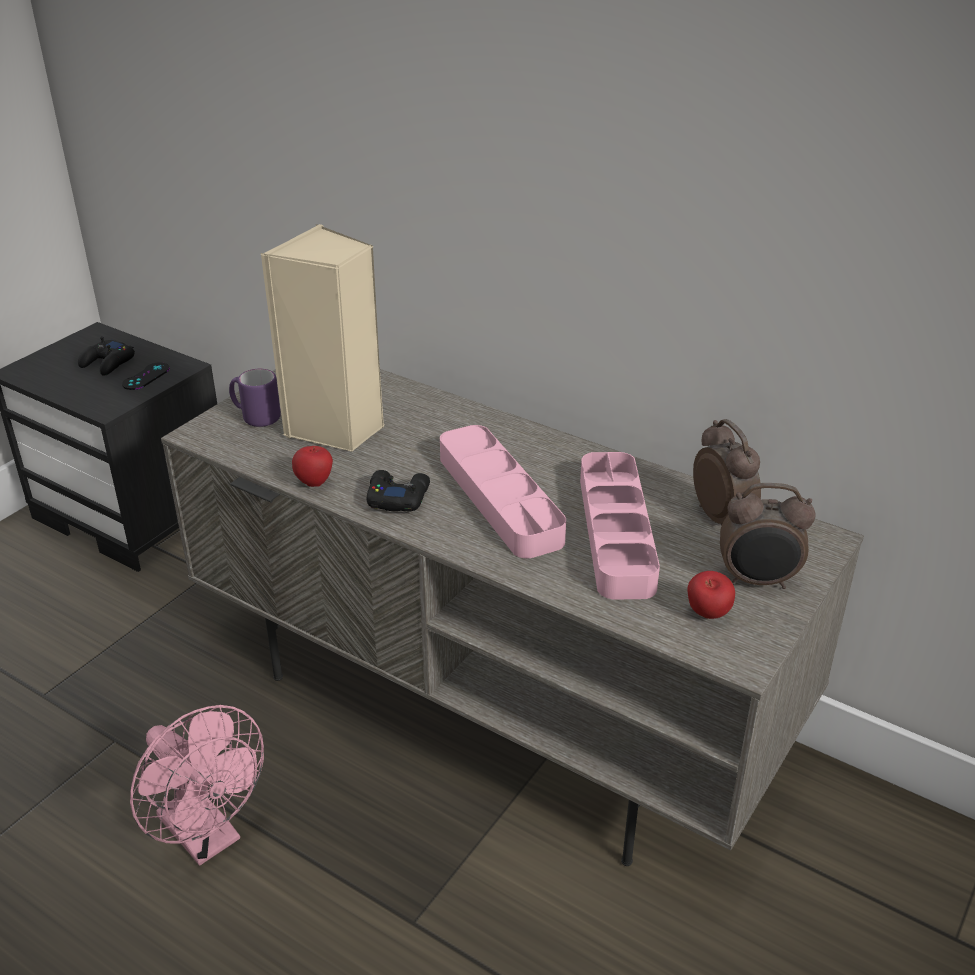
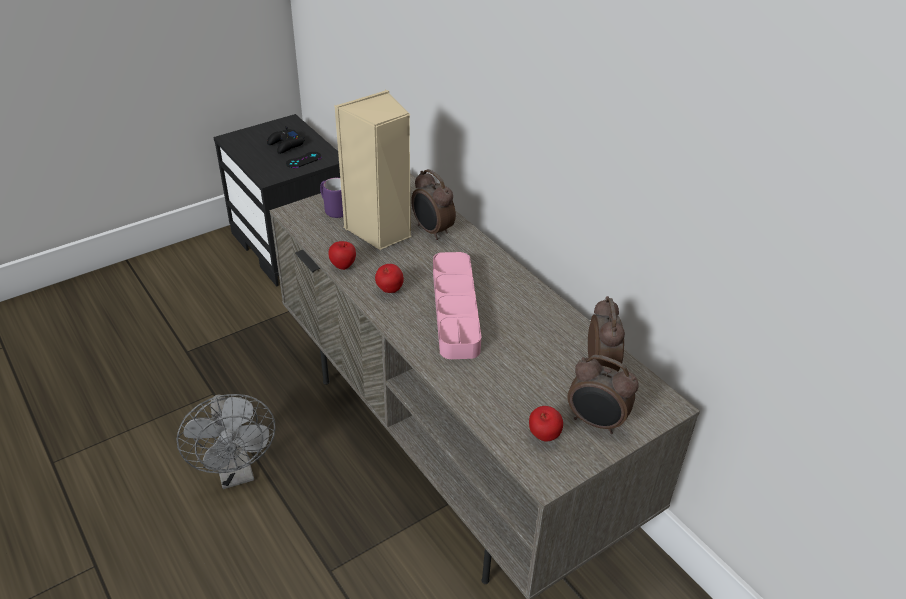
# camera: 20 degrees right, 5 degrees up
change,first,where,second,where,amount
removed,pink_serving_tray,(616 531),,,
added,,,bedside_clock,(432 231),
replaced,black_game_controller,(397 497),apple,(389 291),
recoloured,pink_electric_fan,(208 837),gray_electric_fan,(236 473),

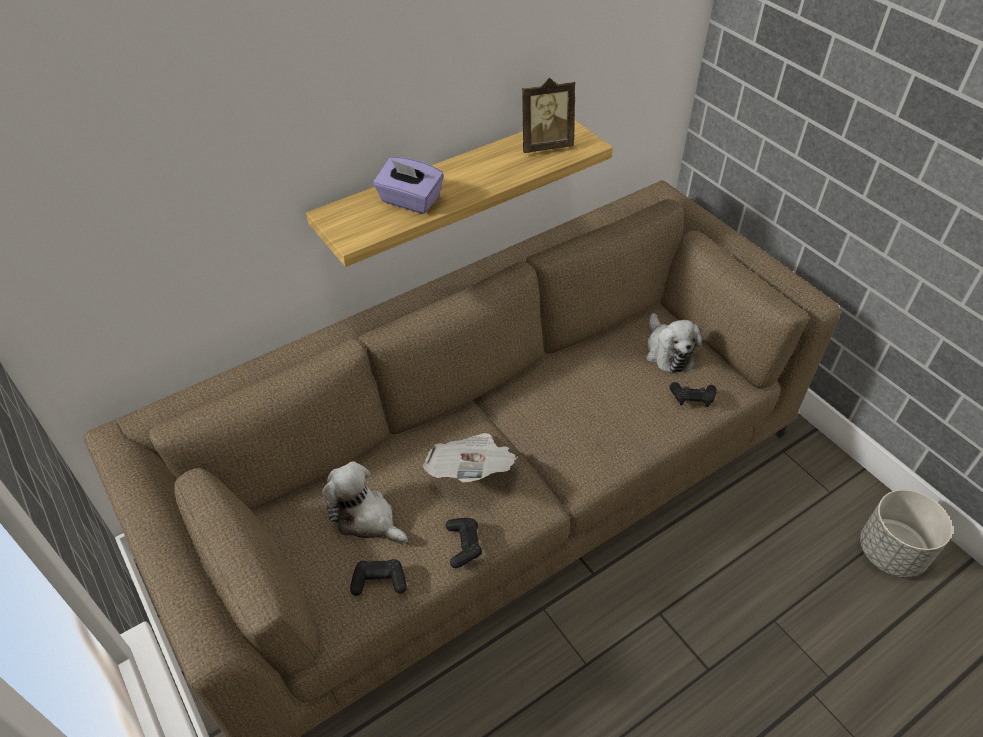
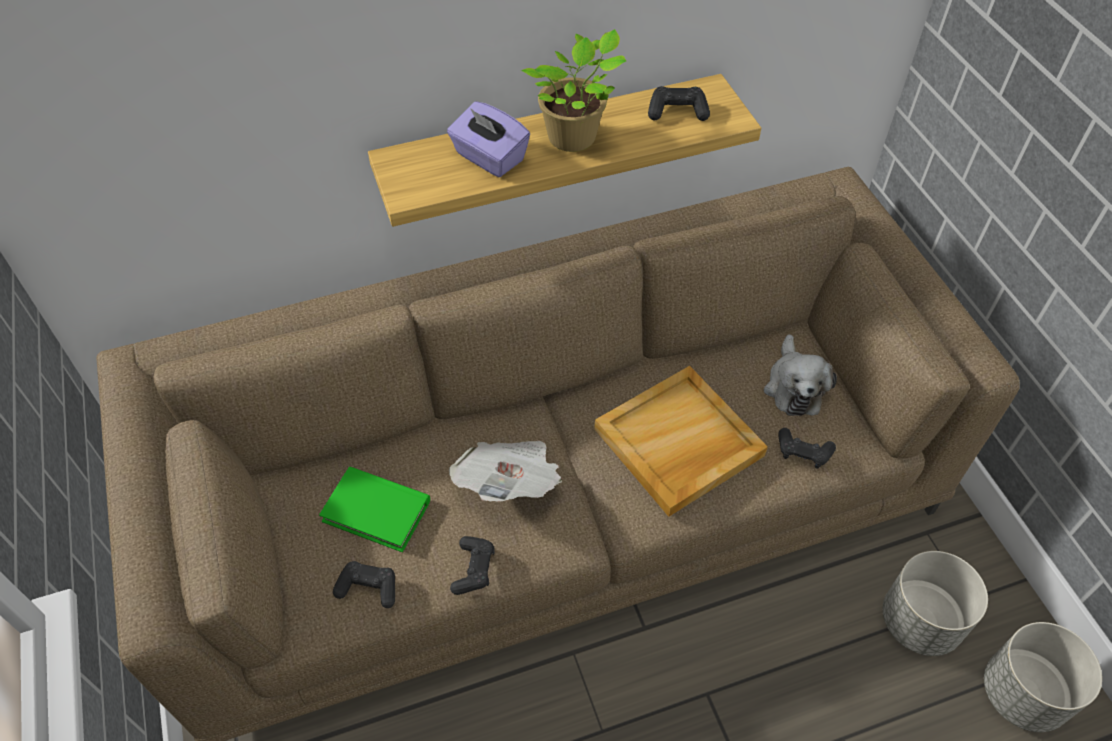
# camera: 15 degrees right, 5 degrees up
change,first,where,second,where,amount
added,,,potted_plant,(575 138),
added,,,beige_serving_tray,(678 444),
added,,,gray_planter,(920 621),
replaced,cuddly_toy,(366 518),greenish_book,(376 511),
replaced,standing_frame,(545 145),black_game_controller,(677 111),

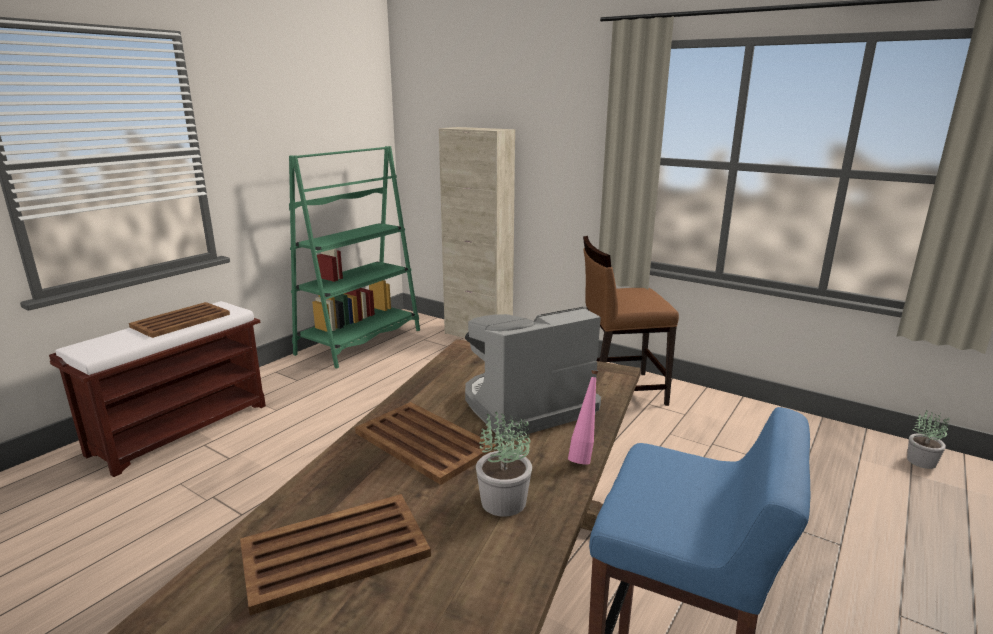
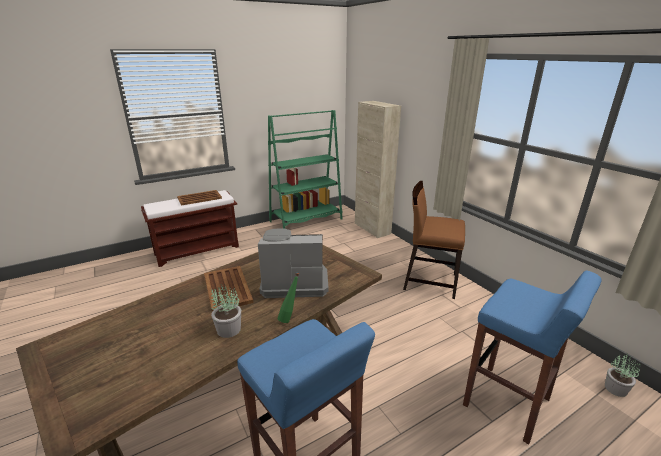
# camera: 25 degrees right, 5 degrees up
change,first,where,second,where,amount
removed,brownish_serving_tray,(333 551),,,
added,,,blue_sitting_stool,(508 403),
recoloured,pink_bottle,(583 457),greenish_bottle,(289 318),

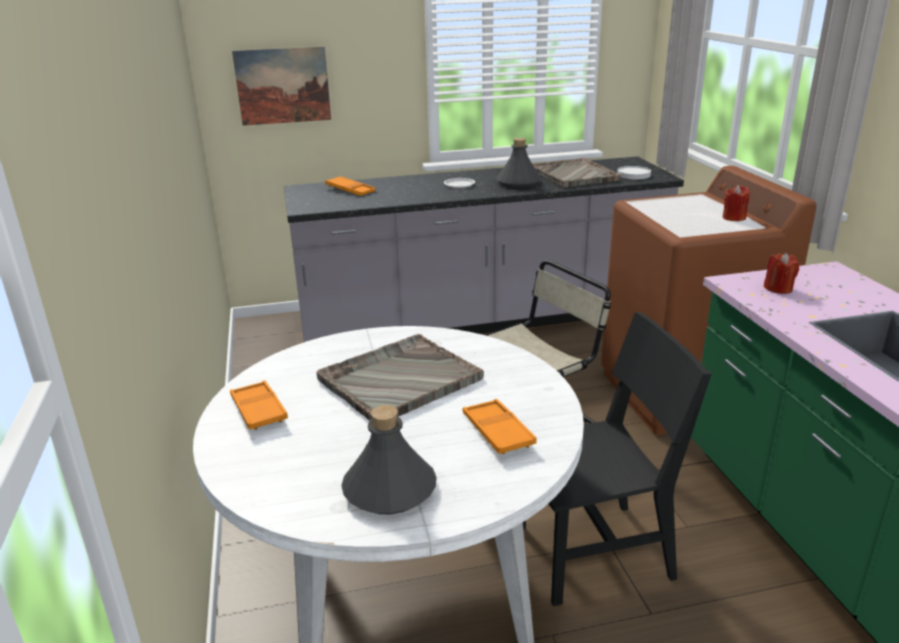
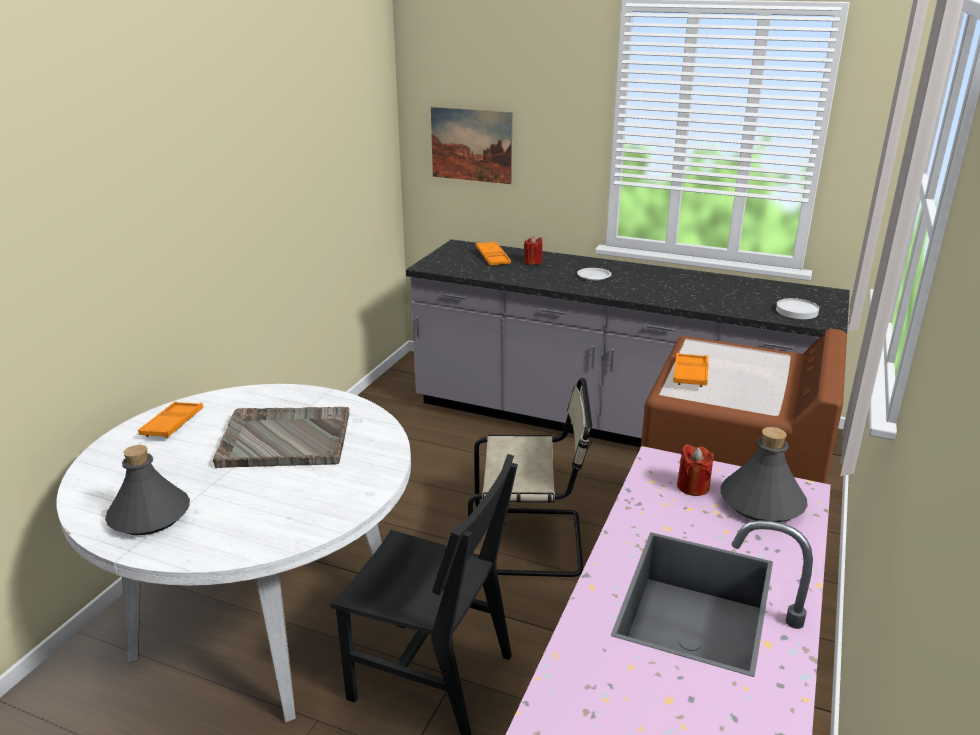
# camera: 35 degrees right, 0 degrees up
change,first,where,second,where,amount
removed,gray_serving_tray,(573 175),,,
moved,orangey_serving_tray,(497 432),,(690 374),
moved,gray_bottle,(518 183),,(761 502),
moved,red_wax_candle,(734 218),,(533 262),

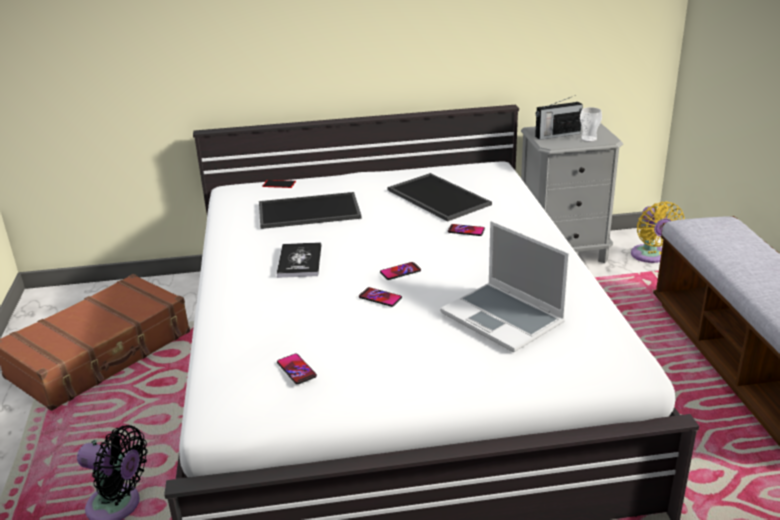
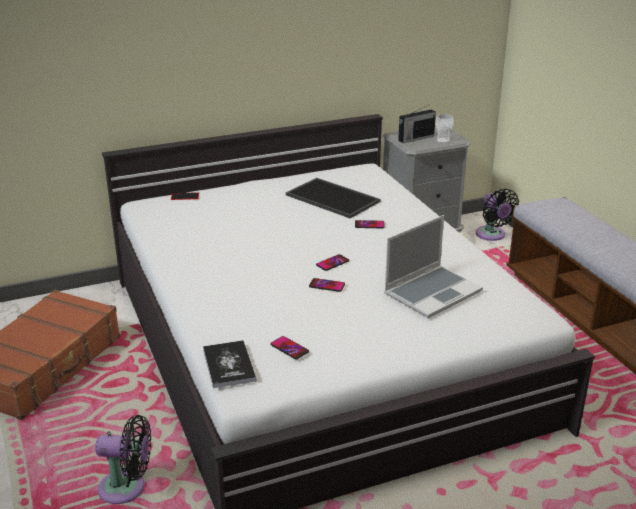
# camera: 15 degrees left, 0 degrees up
change,first,where,second,where,amount
removed,serving_tray,(308 212),,,
moved,book,(300 261),,(229 365),
recoloured,yellow_electric_fan,(650 256),black_electric_fan,(492 235),
turned,notebook_computer,(504 318),,(432 292),75 degrees counterclockwise

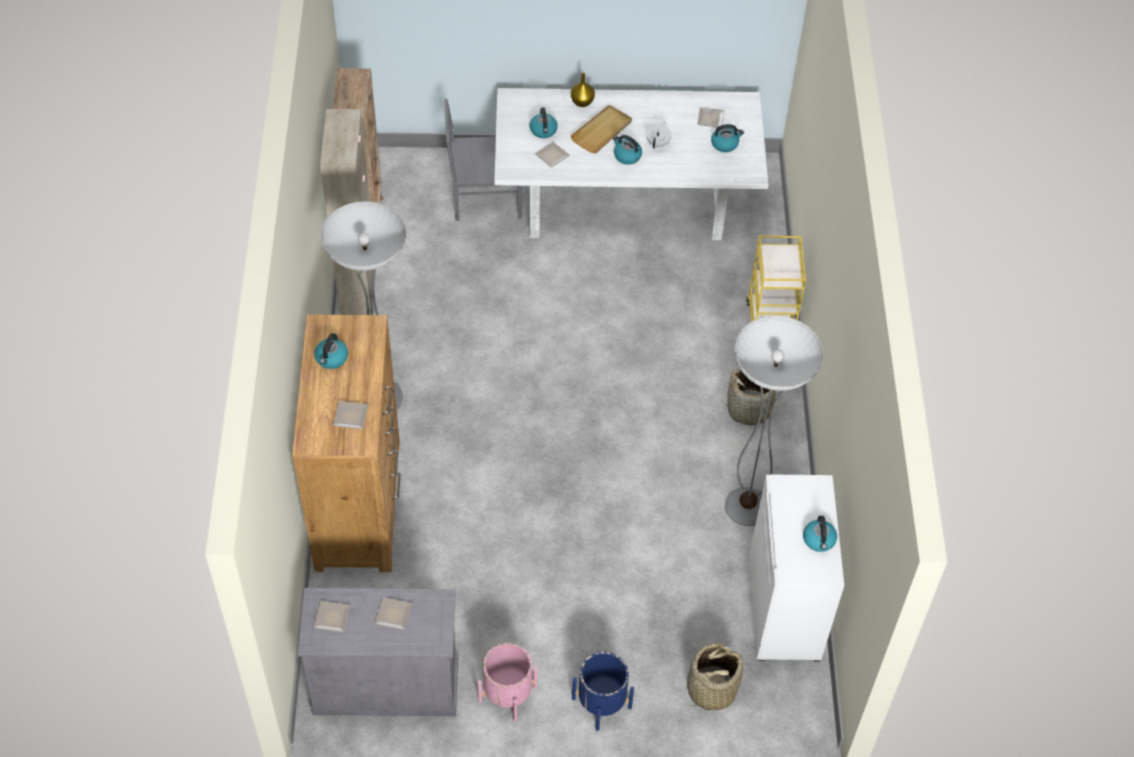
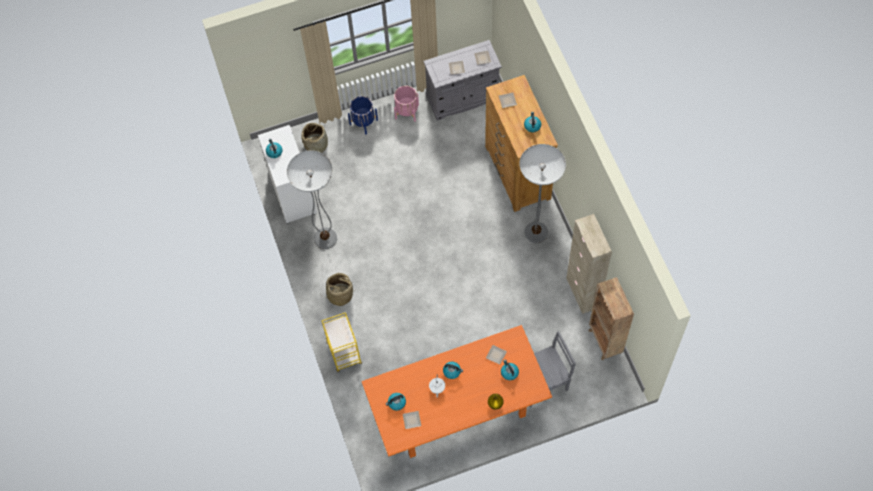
# camera: 165 degrees right, 10 degrees up
change,first,where,second,where,amount
removed,beige_serving_tray,(602 131),,,
recoloured,white-coloured_kitchen_table,(626 203),orangey_kitchen_table,(456 410),

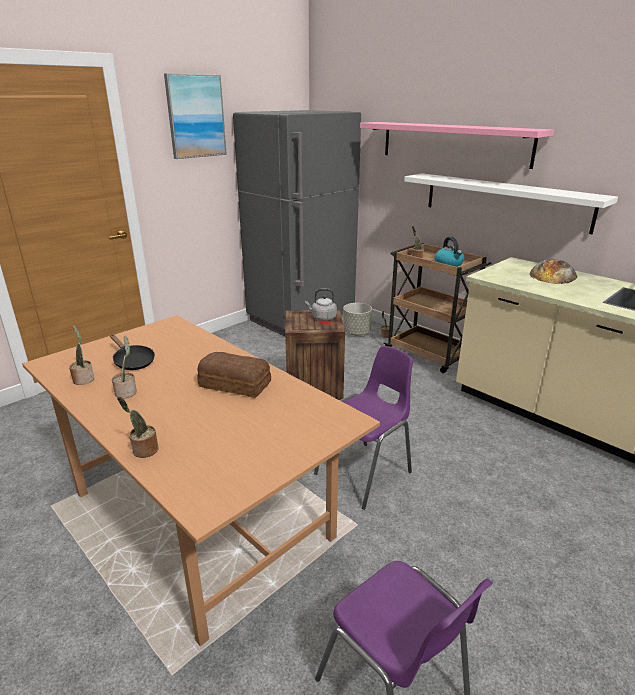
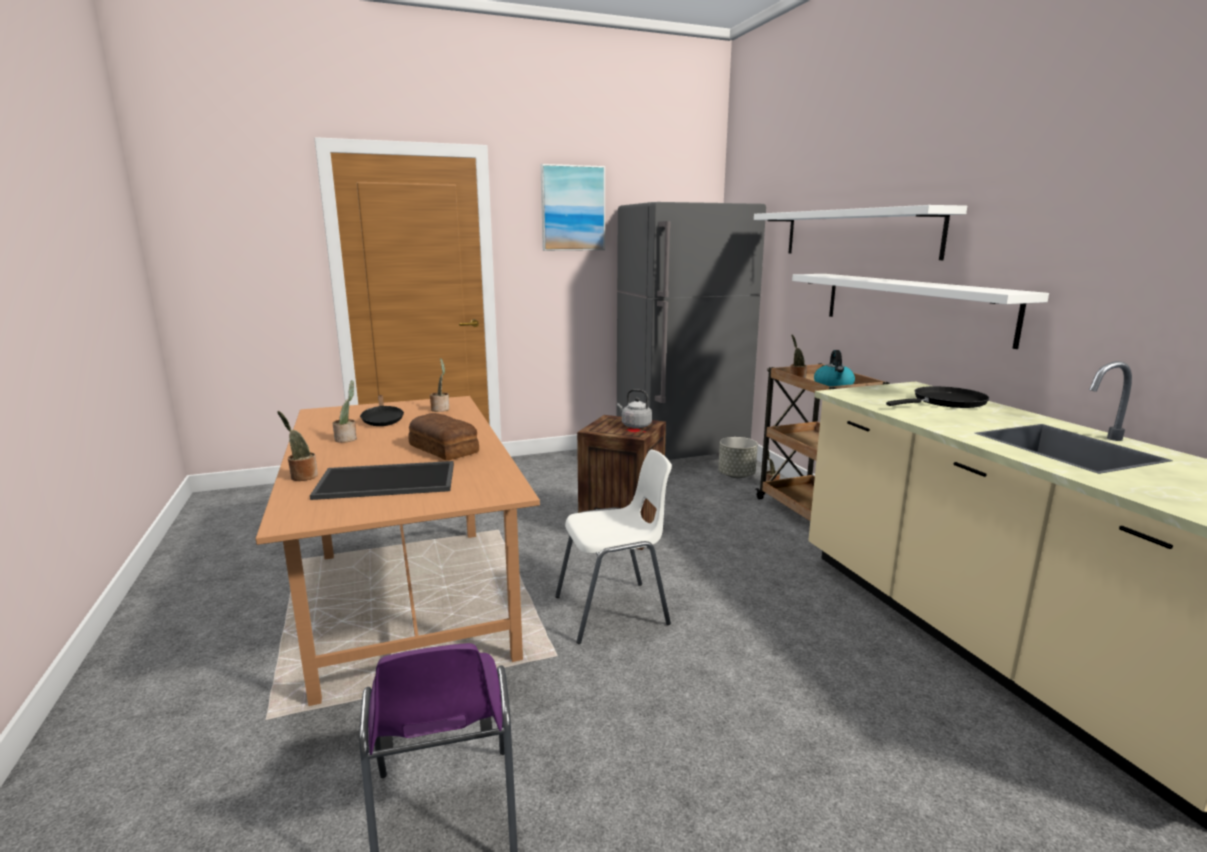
# camera: 25 degrees right, 10 degrees down
change,first,where,second,where,amount
added,,,serving_tray,(388 480),
moved,potted_plant,(84 379),,(440 409),
replaced,bakery_bread,(553 275),black_frying_pan,(945 402),
recoloured,purple_plain_chair,(366 473),white-coloured_plain_chair,(614 611),
recoloured,pink_shelf,(453 143),white-coloured_shelf,(857 233),

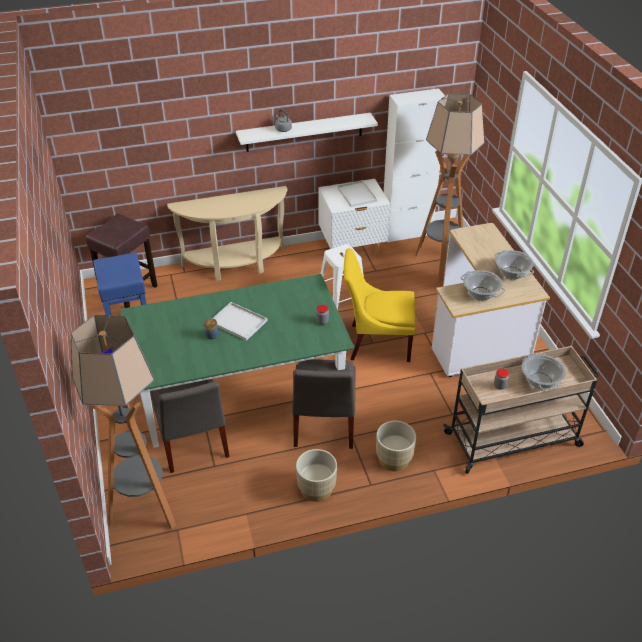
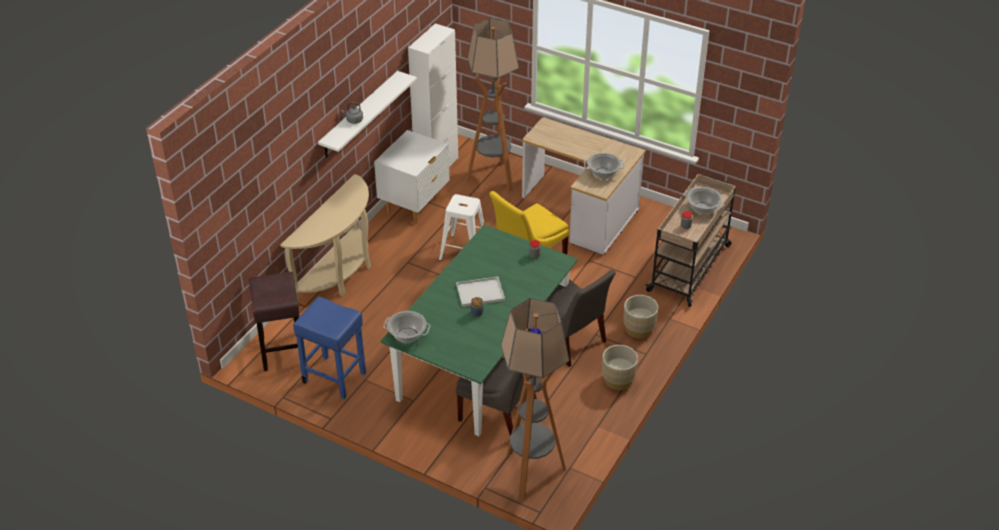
# camera: 45 degrees left, 0 degrees up
change,first,where,second,where,amount
removed,white-coloured_serving_tray,(357 195),,,
moved,saucepot,(512 273),,(407 335),

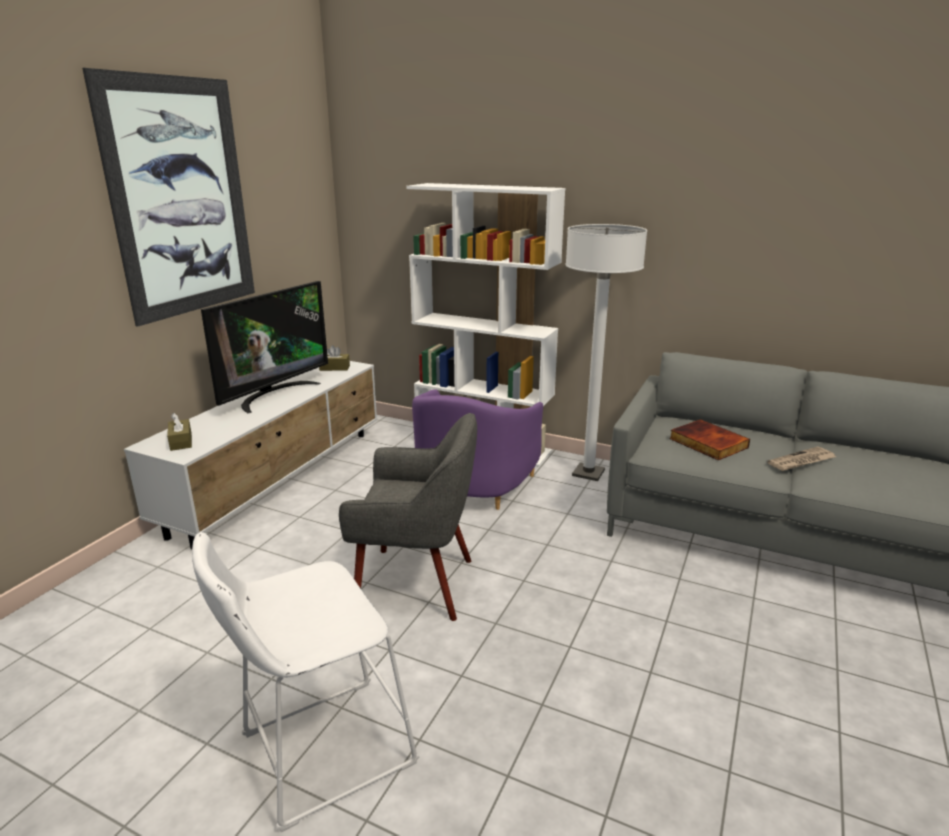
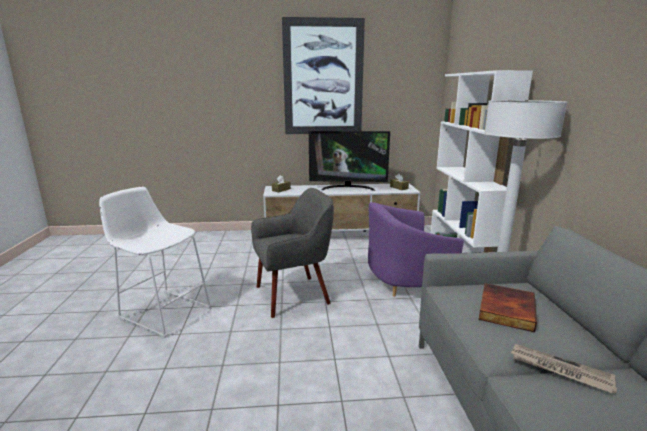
# camera: 60 degrees right, 5 degrees down
change,first,where,second,where,amount
turned,gray_armchair,(417 584),,(293 295),90 degrees counterclockwise

